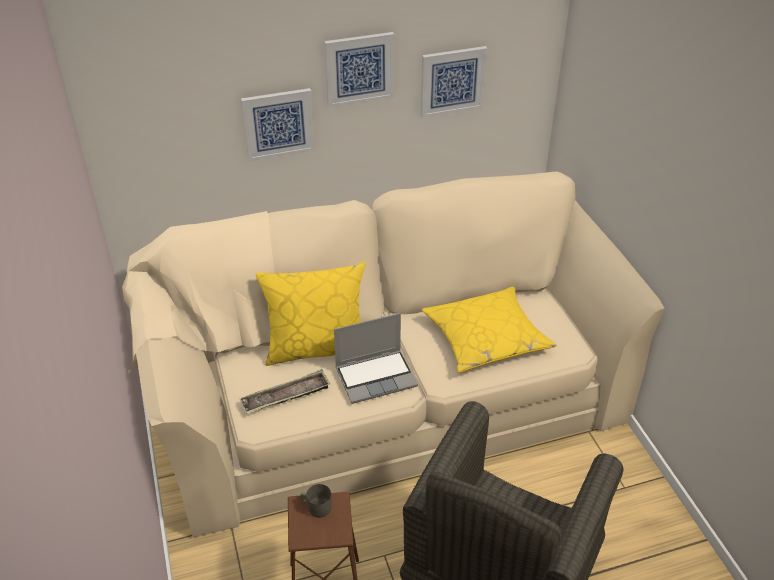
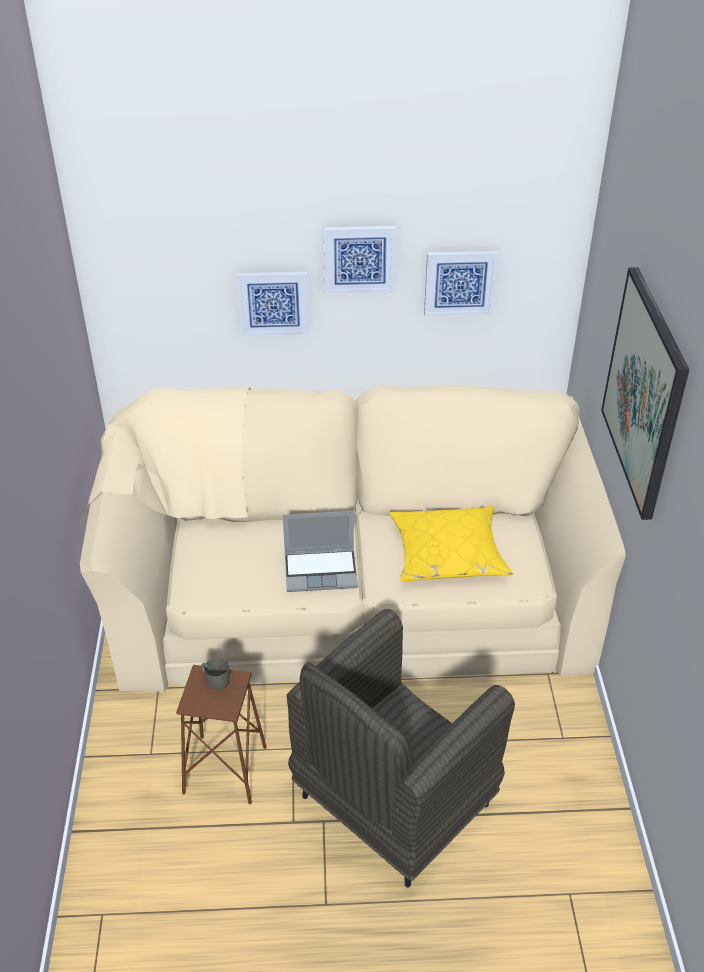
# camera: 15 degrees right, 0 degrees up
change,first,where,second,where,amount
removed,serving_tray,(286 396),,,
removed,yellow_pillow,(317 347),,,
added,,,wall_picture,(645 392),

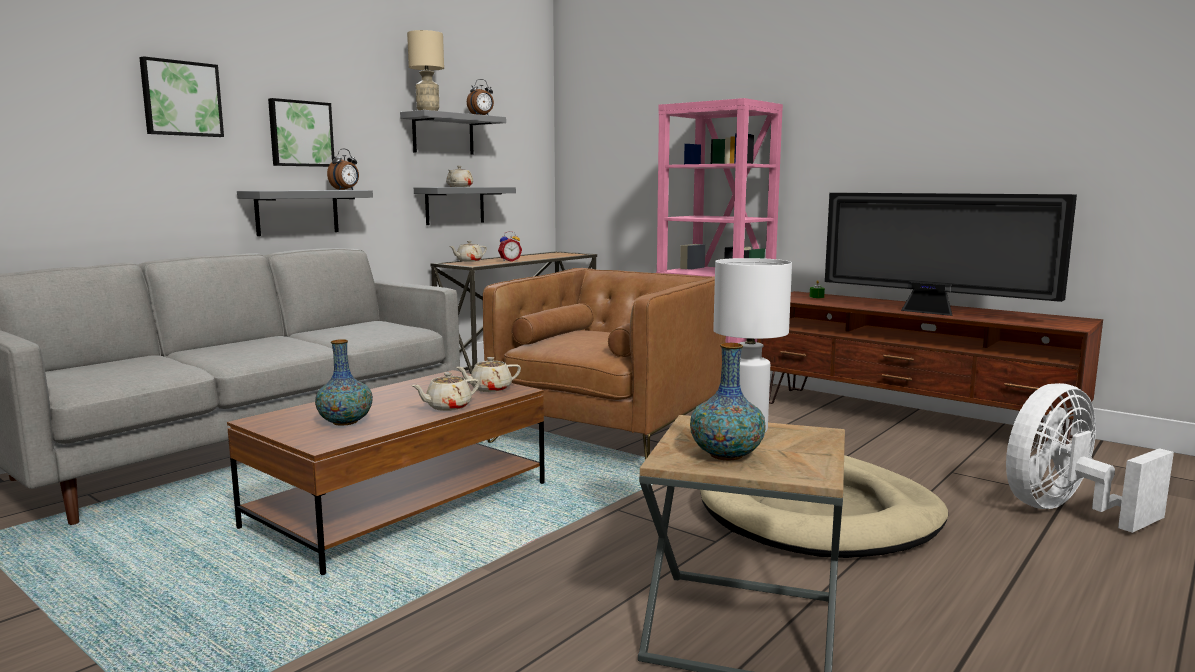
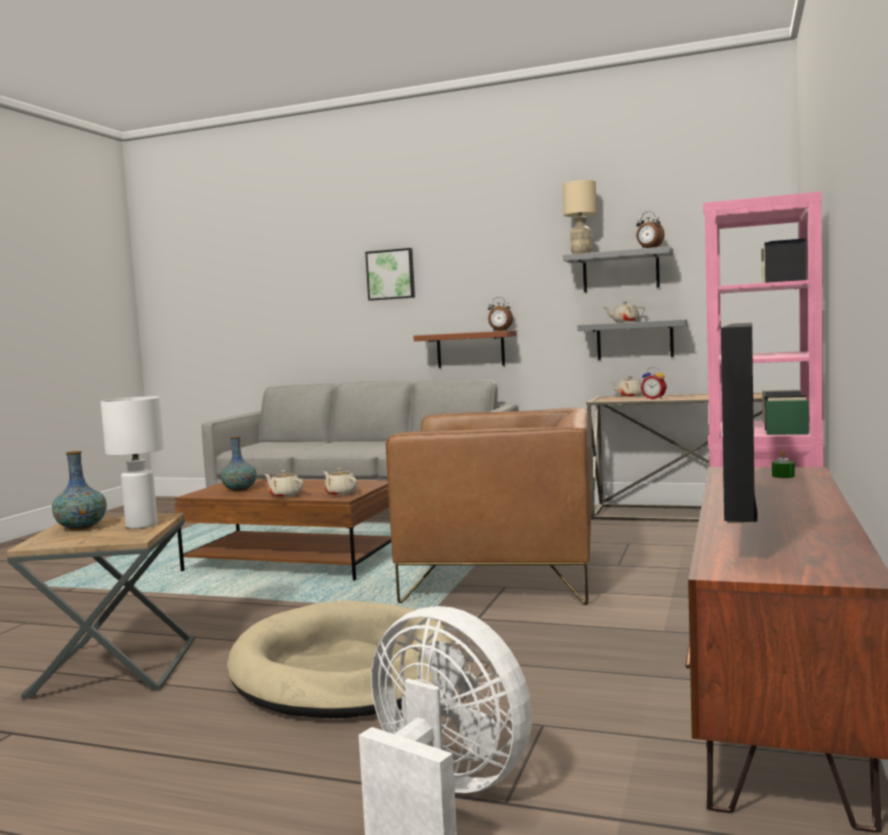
# camera: 70 degrees right, 5 degrees down
change,first,where,second,where,amount
removed,wall_picture,(300 133),,,
recoloured,gray_shelf,(297 212),brownish_shelf,(470 349),

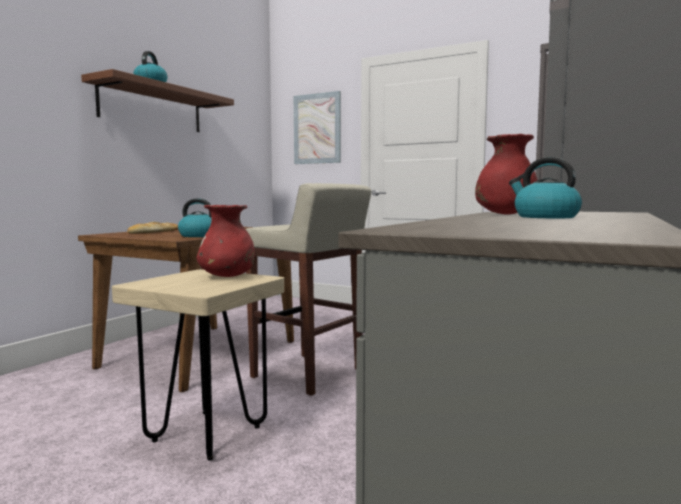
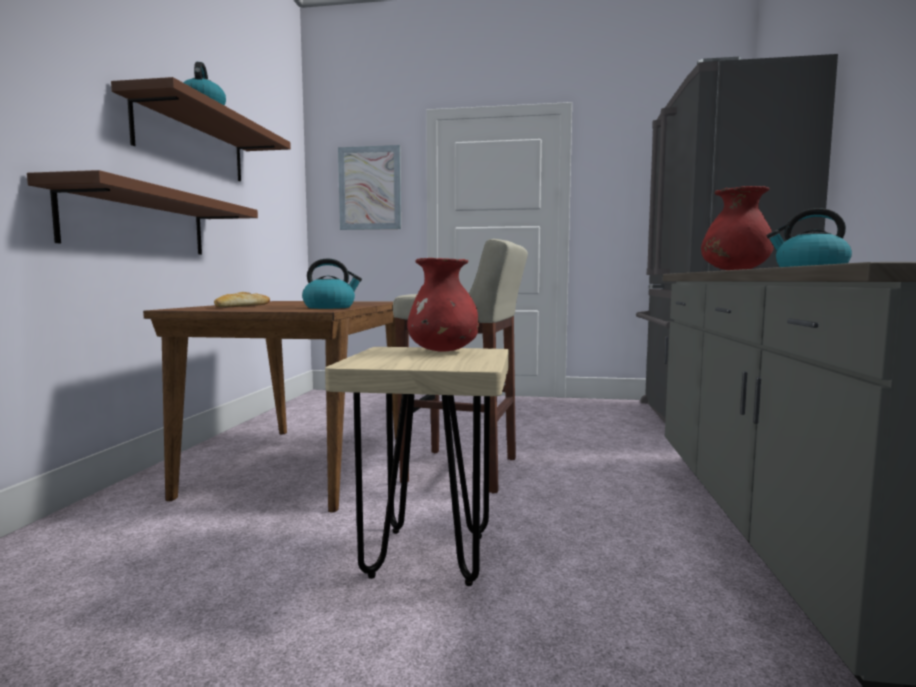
# camera: 20 degrees left, 0 degrees up
change,first,where,second,where,amount
added,,,brownish_shelf,(138 222),

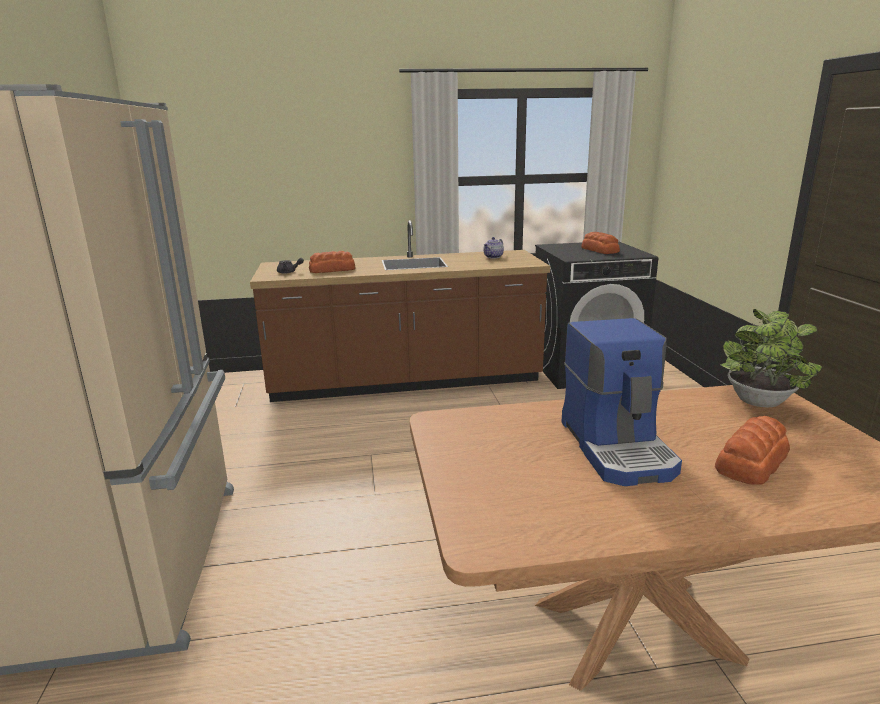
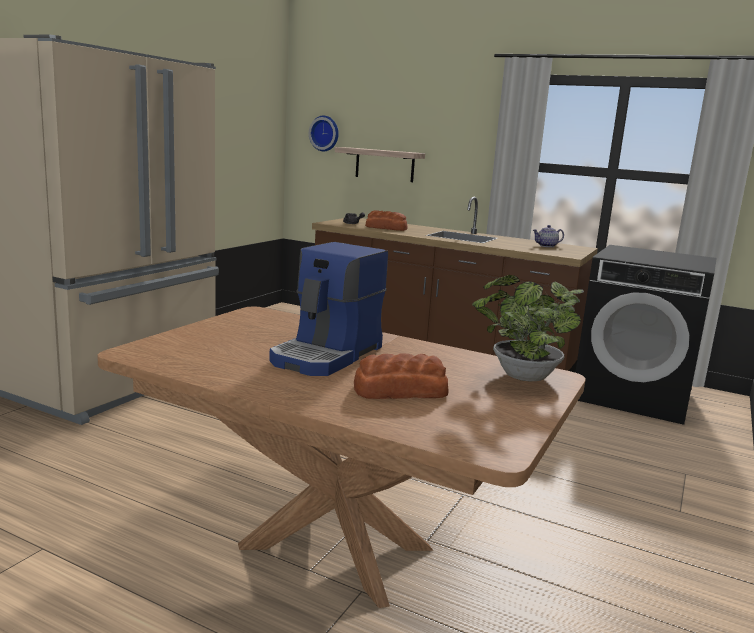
# camera: 35 degrees right, 5 degrees down
change,first,where,second,where,amount
removed,bakery_bread,(599 250),,,
added,,,wall_clock,(325 133),
added,,,shelf,(384 164),

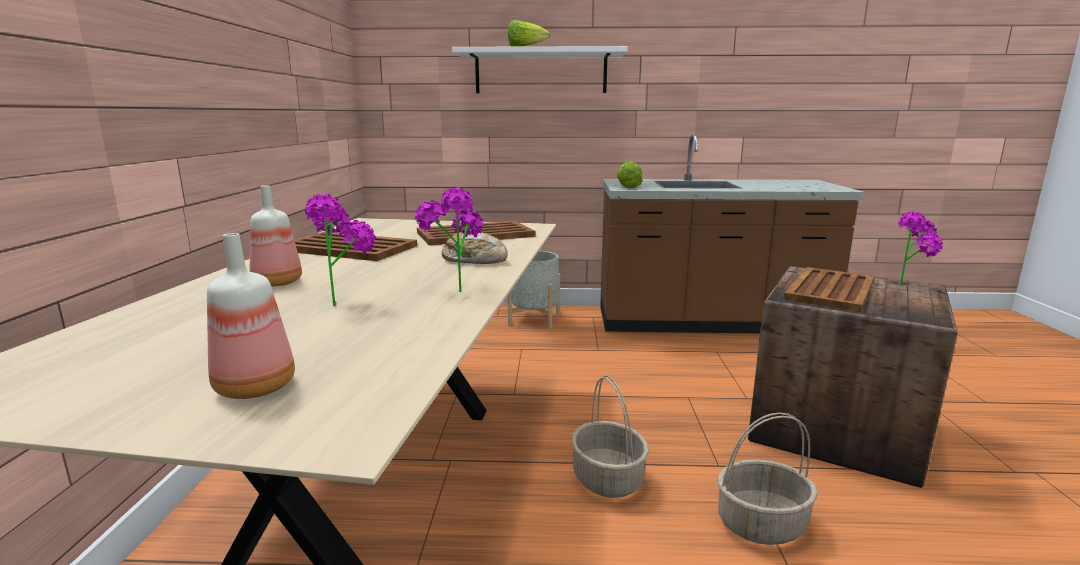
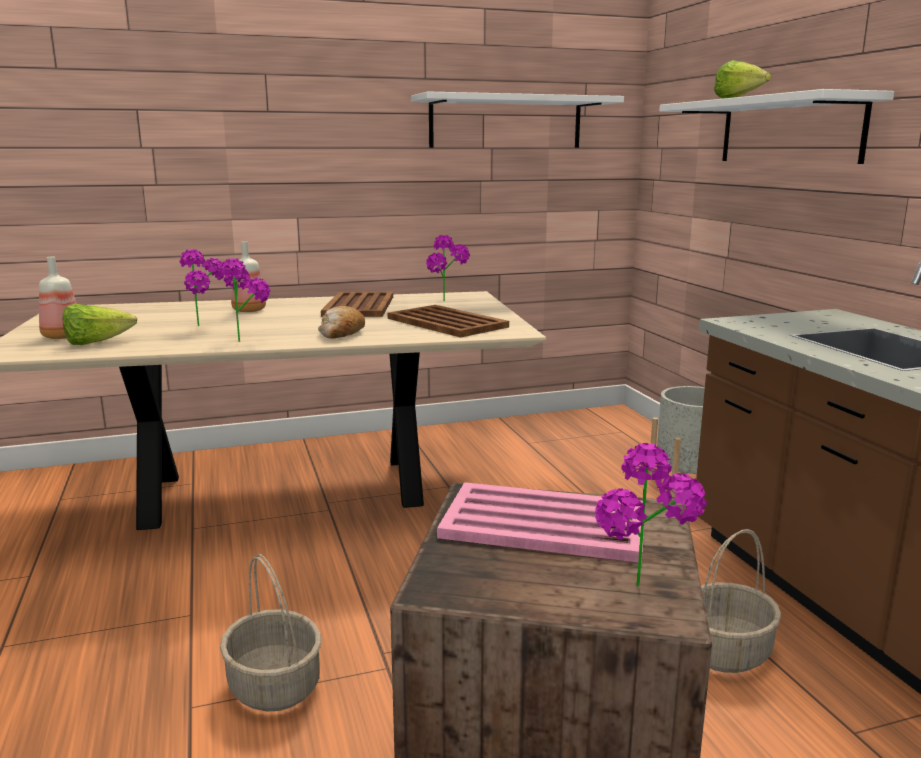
# camera: 70 degrees right, 0 degrees up
change,first,where,second,where,amount
added,,,white-coloured_shelf,(506 122),
added,,,potted_plant,(448 302),
moved,basket,(608 479),,(725 652),
moved,lettuce,(627 187),,(96 343),
recoloured,brownish_serving_tray,(830 290),pink_serving_tray,(542 523),

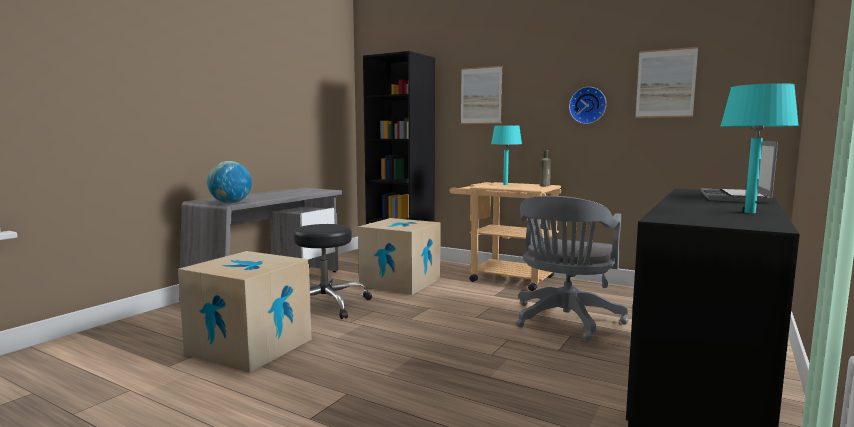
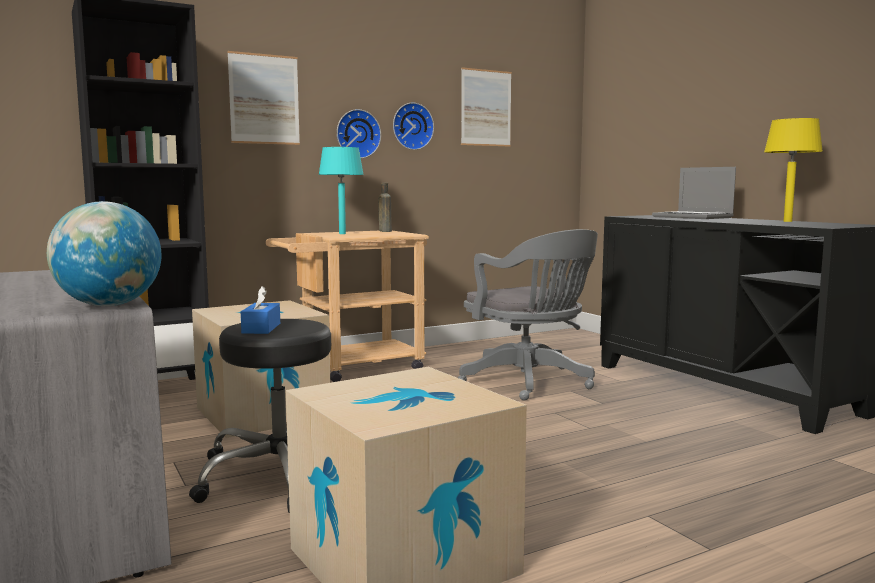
# camera: 60 degrees left, 0 degrees up
change,first,where,second,where,amount
added,,,blue_box_of_tissues,(261 328),
added,,,wall_clock,(357 134),
recoloured,turquoise_lamp_for_a_table,(749 212),yellow_lamp_for_a_table,(787 221),

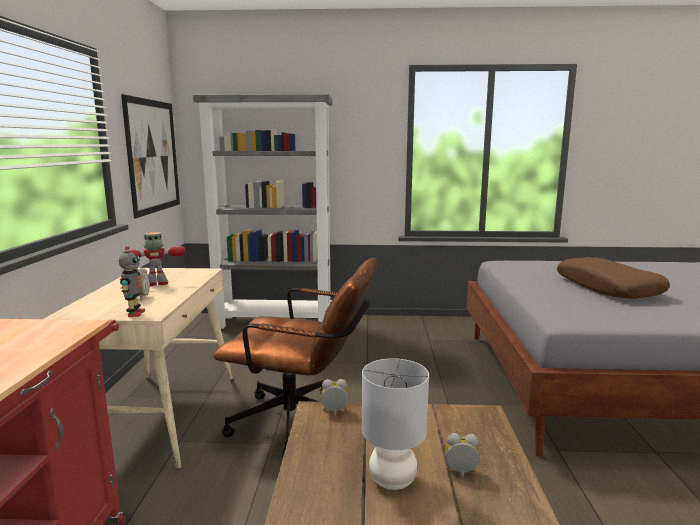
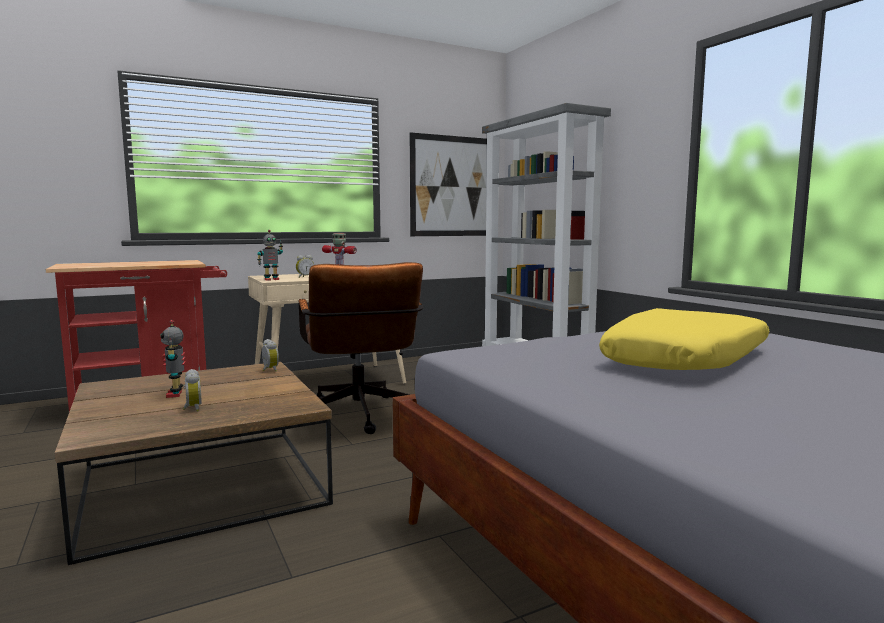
# camera: 60 degrees right, 5 degrees down
change,first,where,second,where,amount
replaced,gray_lamp_for_a_table,(393 480),toy_robot,(176 394),
recoloured,brownish_pillow,(608 288),yellow_pillow,(686 361),

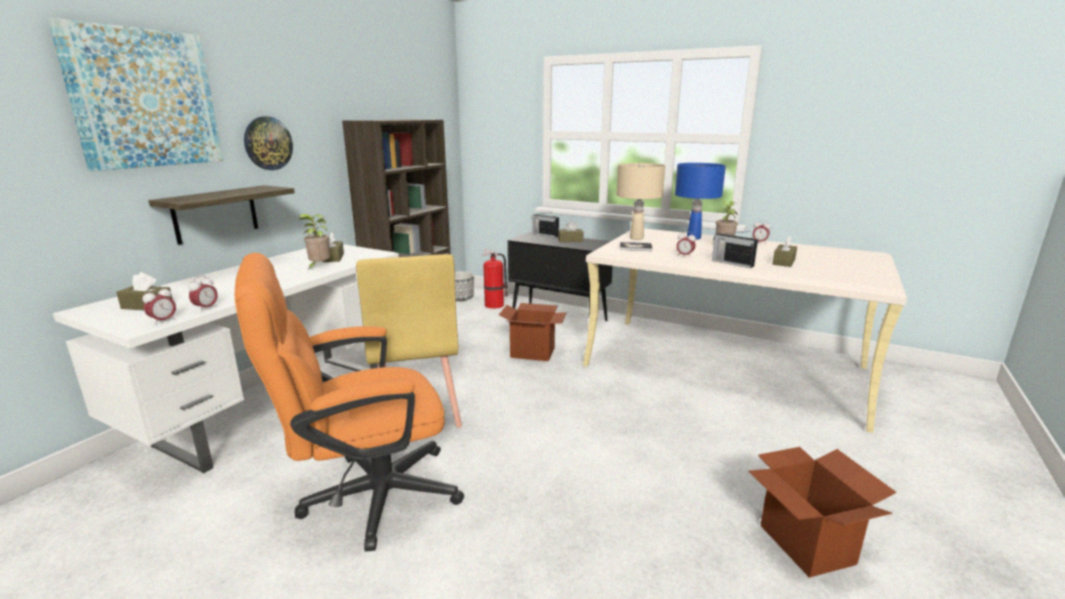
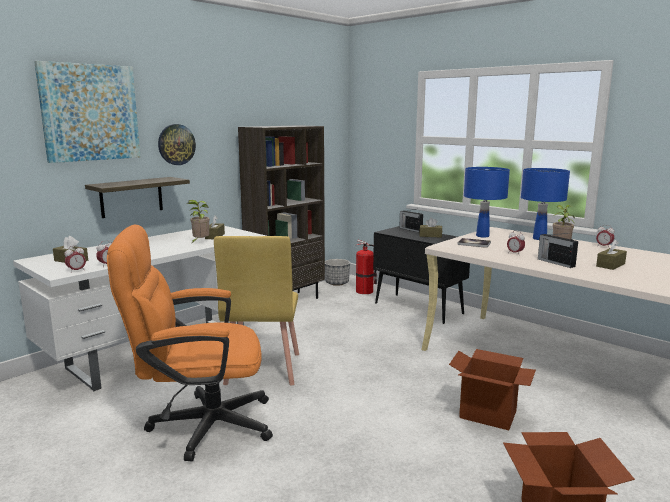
# camera: 15 degrees right, 5 degrees down
change,first,where,second,where,amount
moved,packing_box,(533 353),,(488 414),
recoloured,beige_lamp_for_a_table,(636 238),blue_lamp_for_a_table,(482 236),

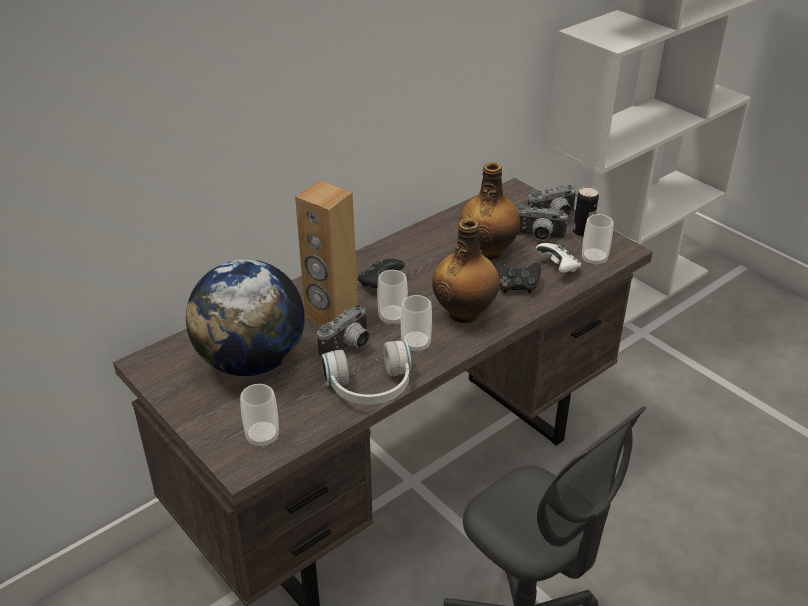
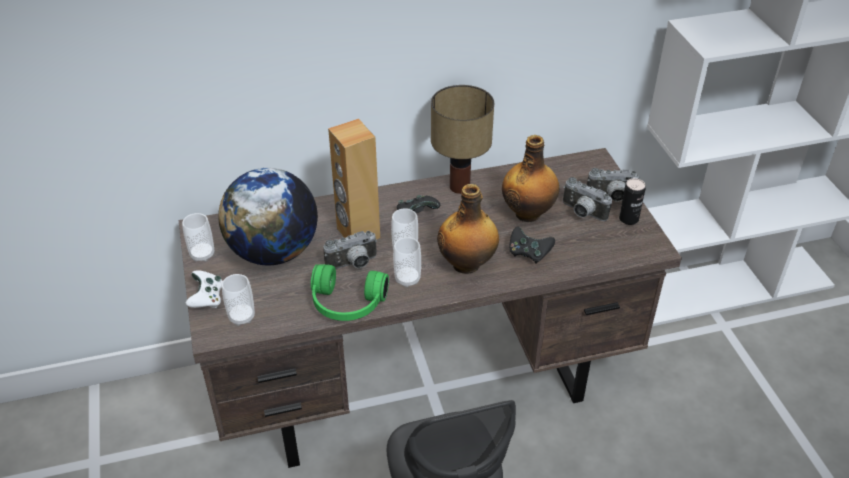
# camera: 25 degrees right, 5 degrees up
change,first,where,second,where,amount
added,,,lamp_for_a_table,(458 187),
moved,white-coloured_game_controller,(558 267),,(207 299),
moved,drinking_cup,(594 259),,(202 254),
recoloured,white-coloured_pair_of_headphones,(370 388),greenish_pair_of_headphones,(346 304),

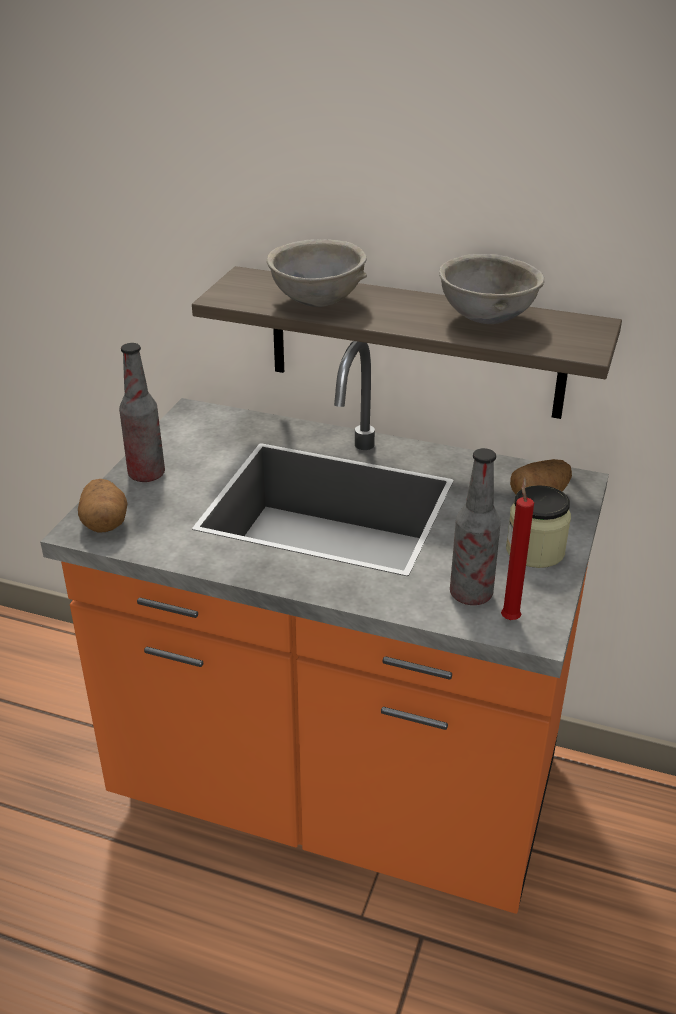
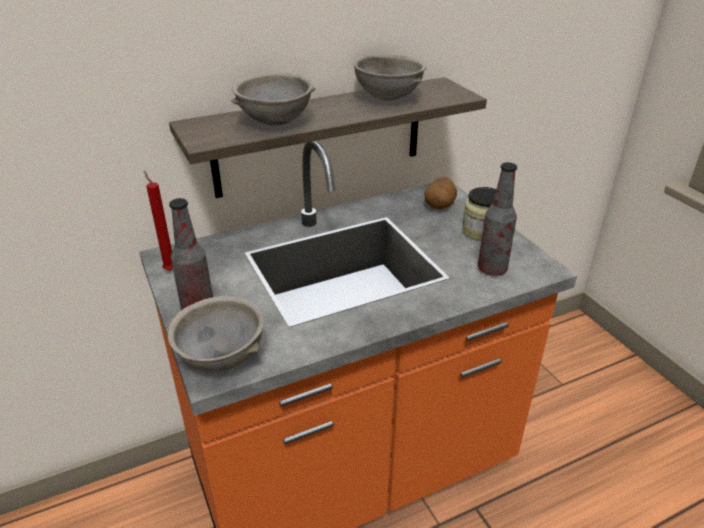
# camera: 45 degrees left, 0 degrees up
change,first,where,second,where,amount
moved,red_wax_candle,(510 617),,(169 269),
replaced,whole_potato,(105 523),gray_serving_bowl,(221 359),

